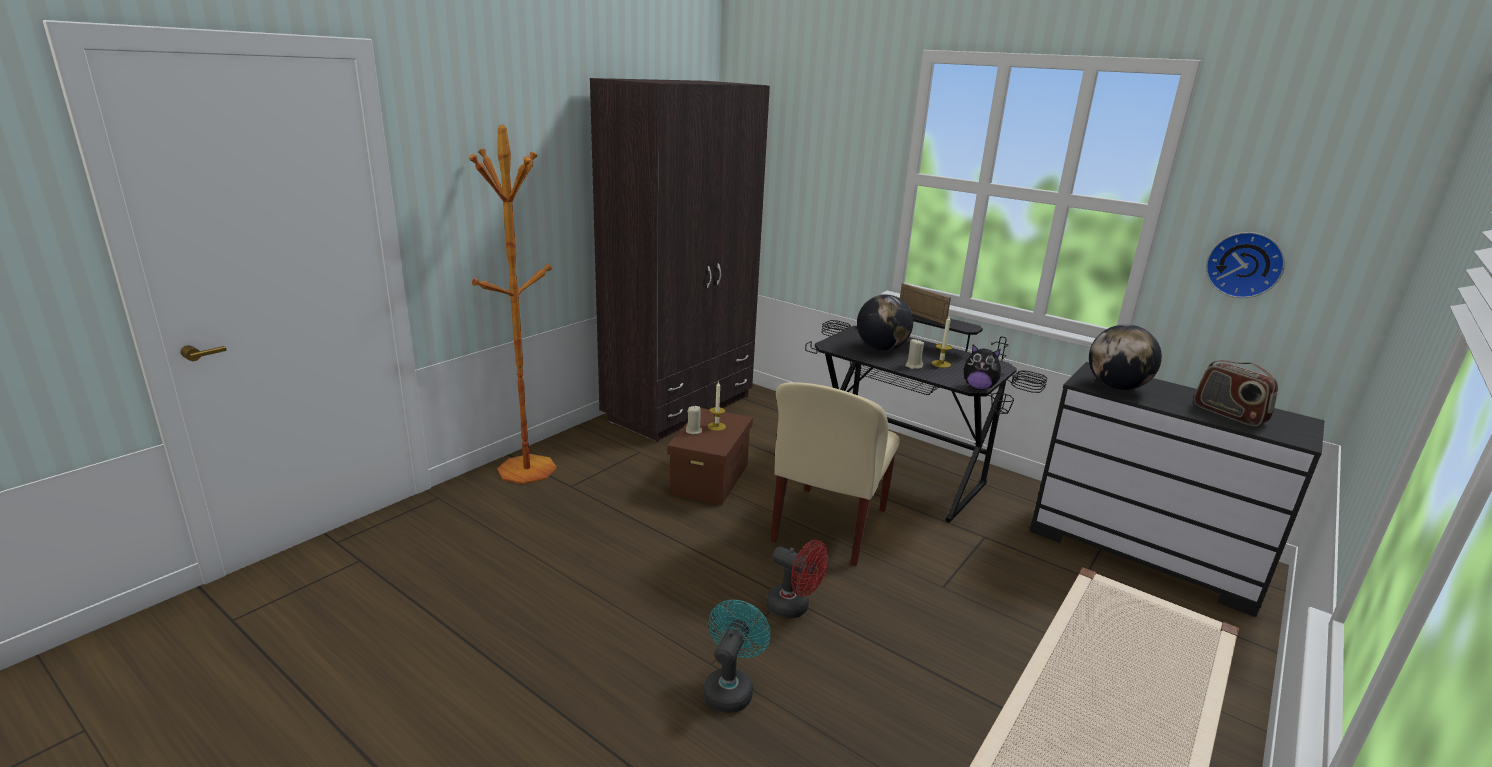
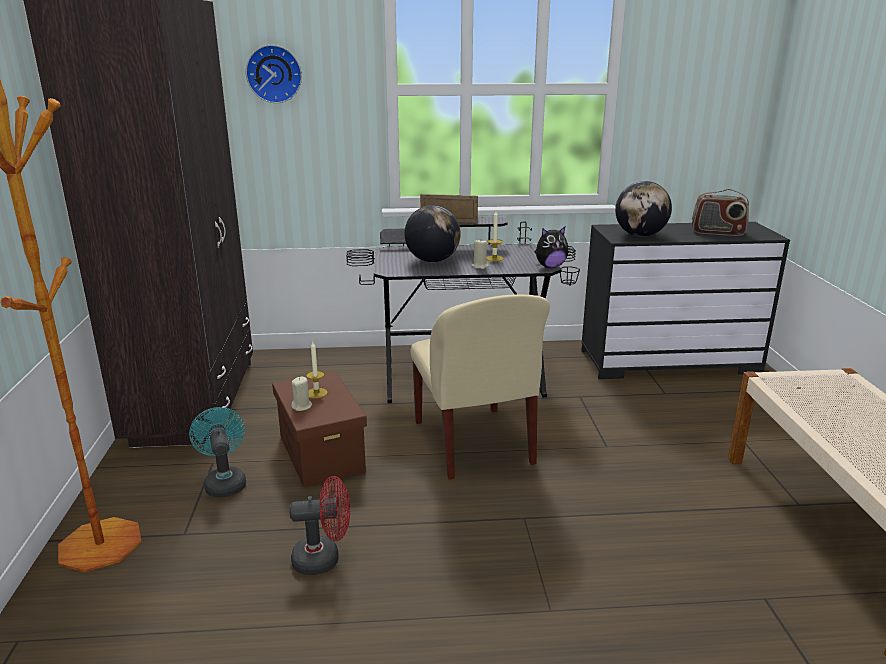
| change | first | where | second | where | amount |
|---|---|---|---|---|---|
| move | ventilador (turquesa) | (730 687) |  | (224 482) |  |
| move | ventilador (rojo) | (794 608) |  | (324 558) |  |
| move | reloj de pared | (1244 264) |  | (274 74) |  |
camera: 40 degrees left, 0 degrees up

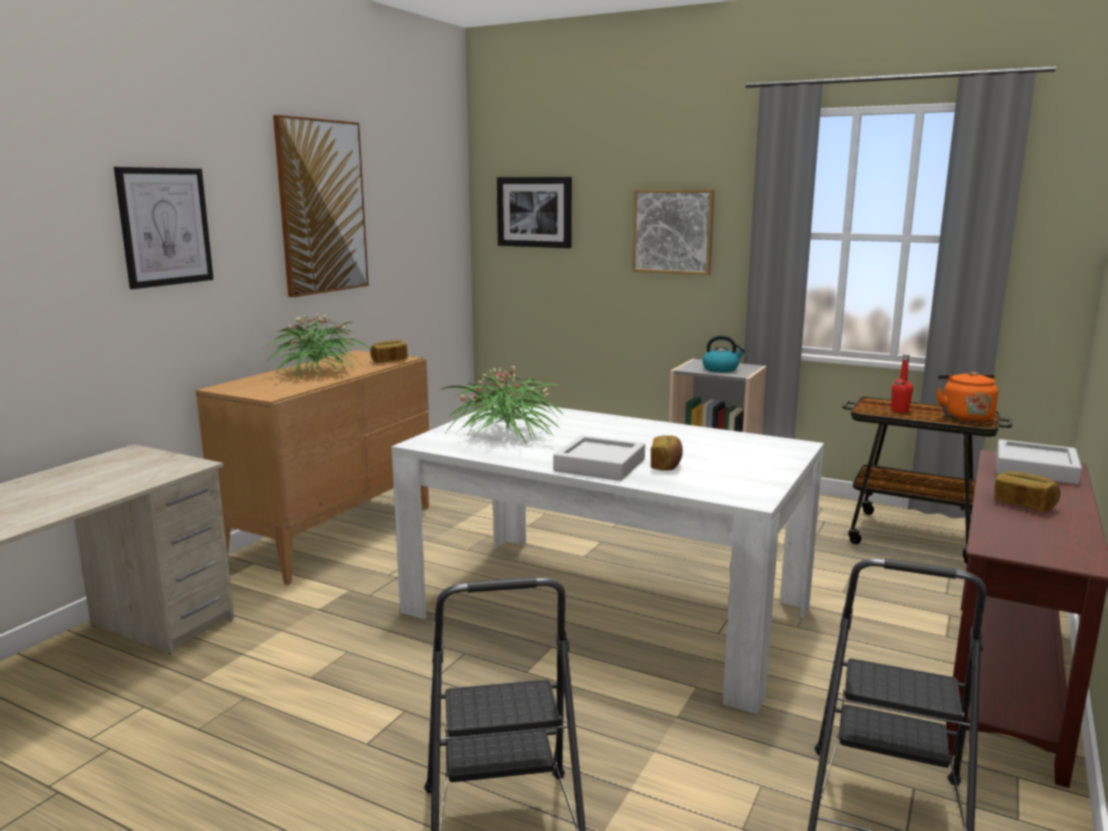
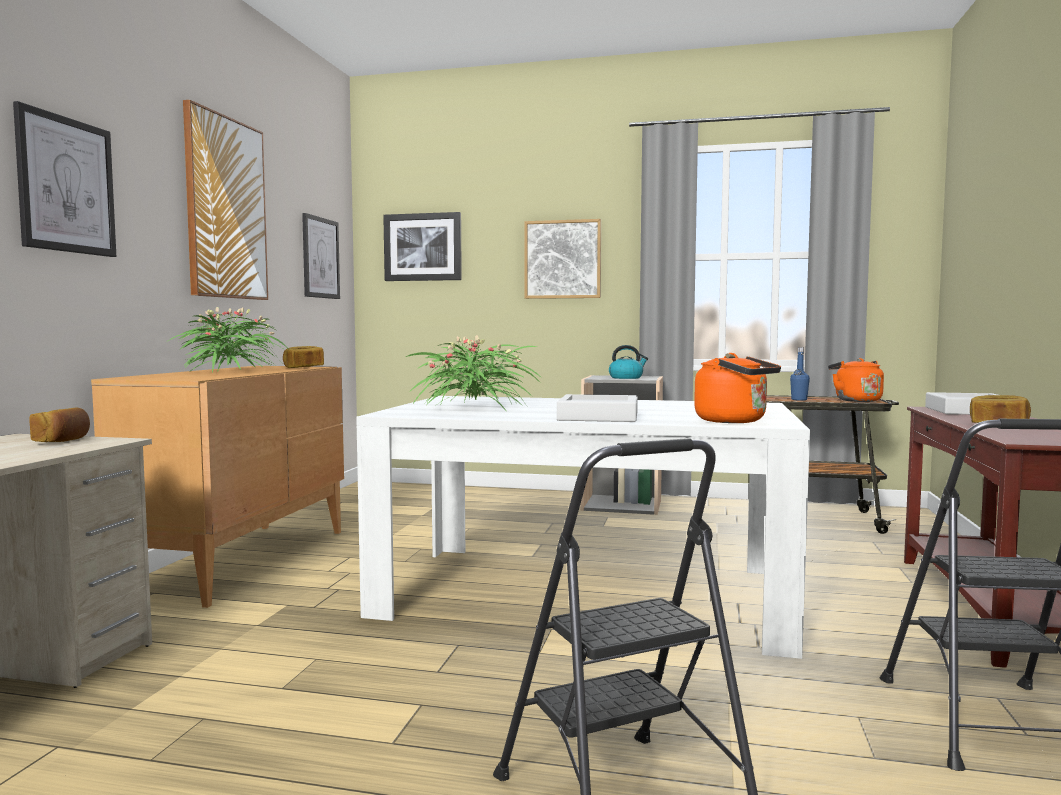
| change | first | where | second | where | amount |
|---|---|---|---|---|---|
| move | pan | (666 465) |  | (63 440) |  |
| recolor | botella (rojo) | (899 410) | botella (azul) | (799 399) |  |
| insert |  |  | cuadro | (320 258) |  |
| insert |  |  | hervidor (naranja) | (735 421) |  |
camera: 15 degrees left, 10 degrees down

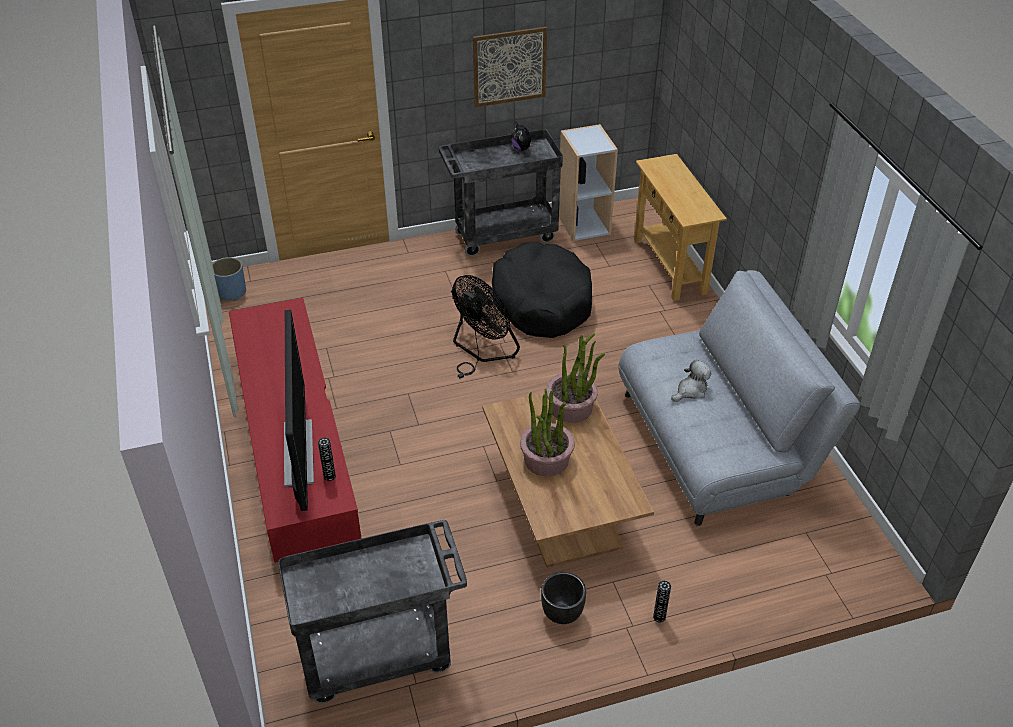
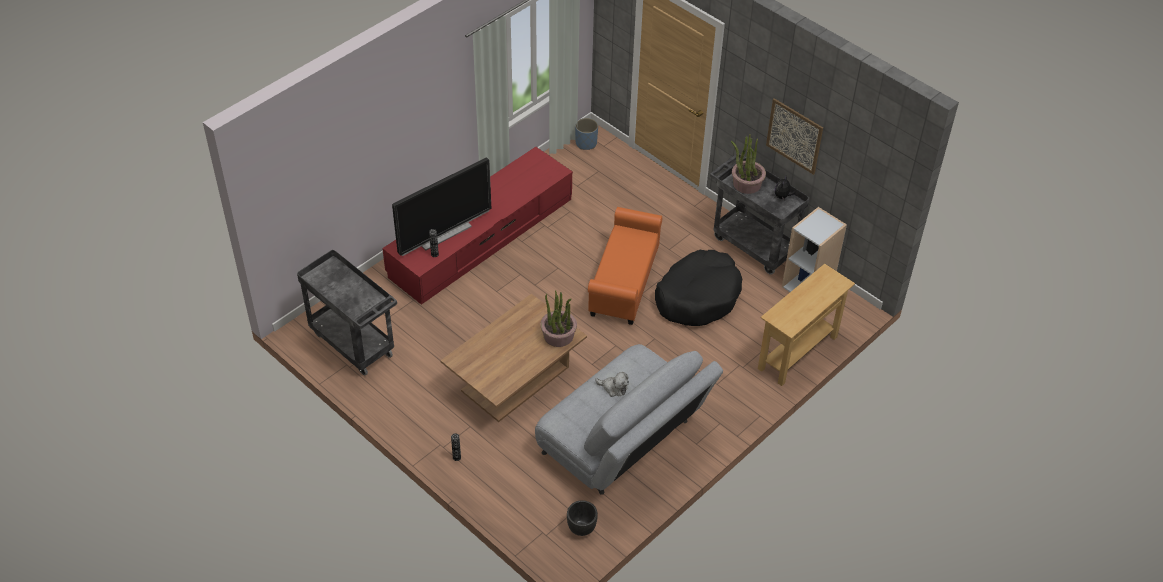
| change | first | where | second | where | amount |
|---|---|---|---|---|---|
| replace | ventilador (negro) | (477 348) | puf (naranja) | (624 283) |  |
| move | planta en maceta | (546 460) |  | (746 184) |  |
| move | maceta (negro) | (562 614) |  | (581 529) |  |
camera: 60 degrees right, 5 degrees up

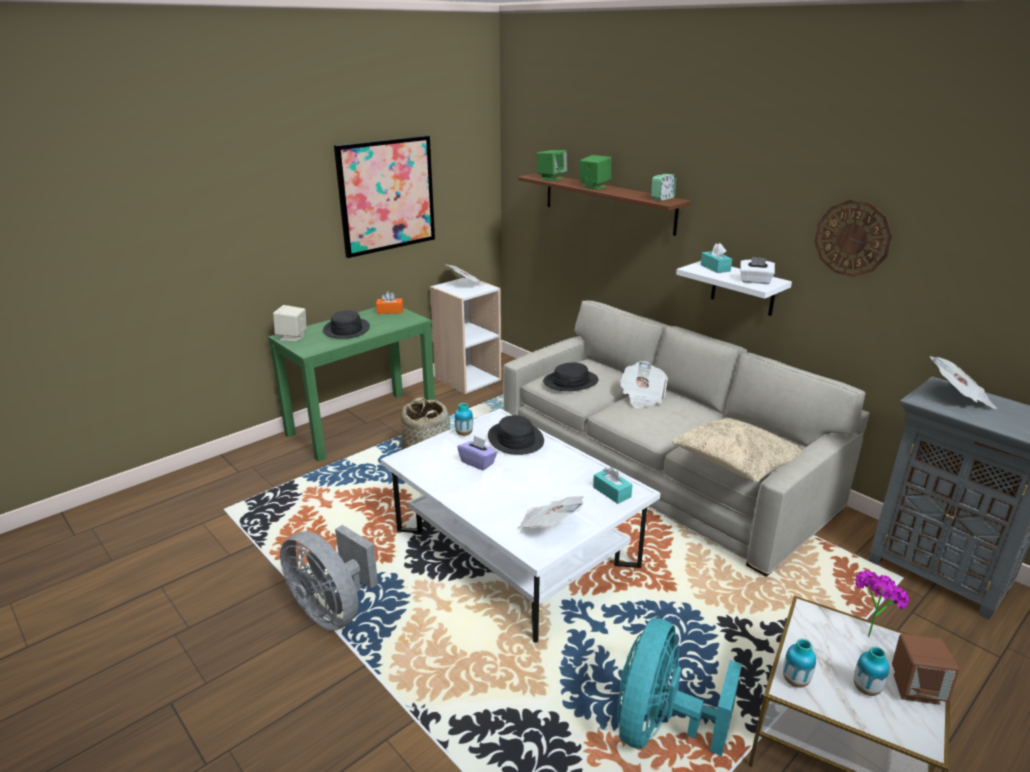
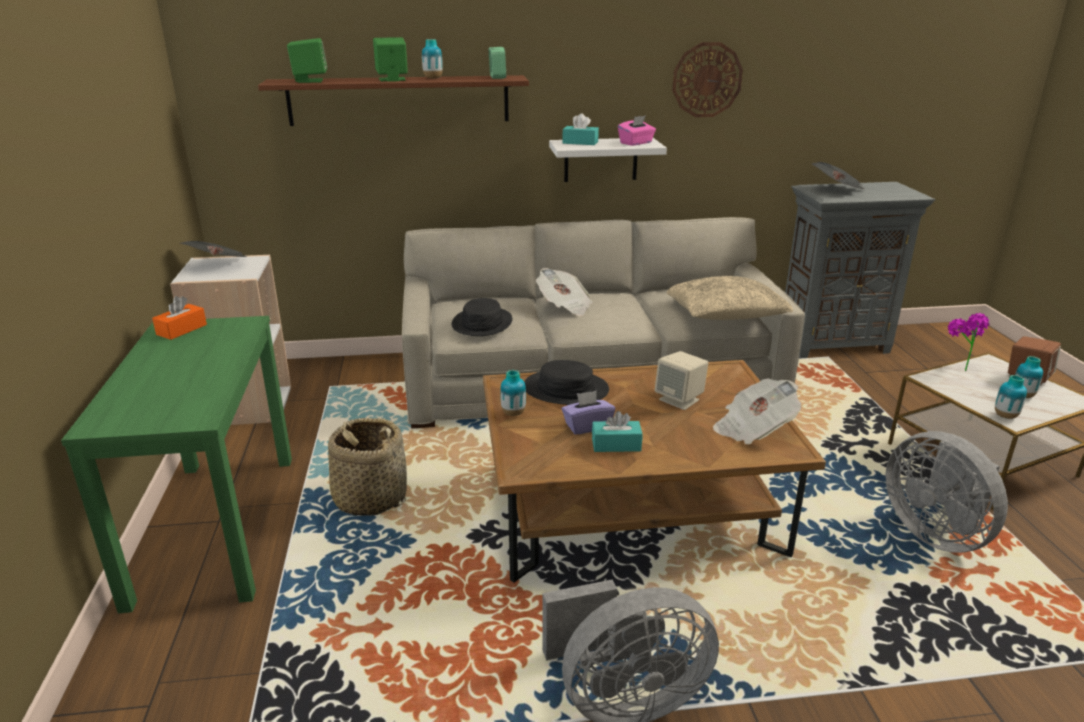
| change | first | where | second | where | amount |
|---|---|---|---|---|---|
| move | altavoz (beis) | (292 337) |  | (680 400) |  |
| delete | sombrero (negro) | (346 329) |  |  |  |
| delete | cuadro | (386 195) |  |  |  |
| recolor | mesa de centro (blanco) | (515 548) | mesa de centro (marrón) | (632 509) |  |
| move | caja de pañuelos (turquesa) | (612 492) |  | (616 445) |  |
| recolor | ventilador (turquesa) | (660 726) | ventilador (gris) | (936 532) |  |
| recolor | caja de pañuelos (blanco) | (755 281) | caja de pañuelos (rosa) | (636 143) |  |
| insert |  |  | florero | (433 78) |  |
camera: 55 degrees left, 0 degrees up

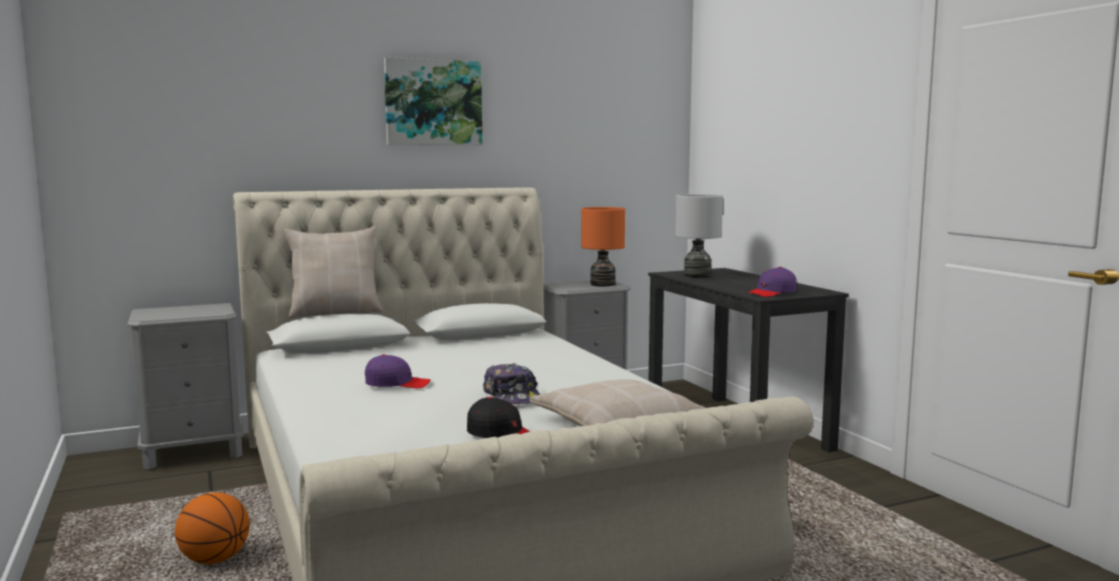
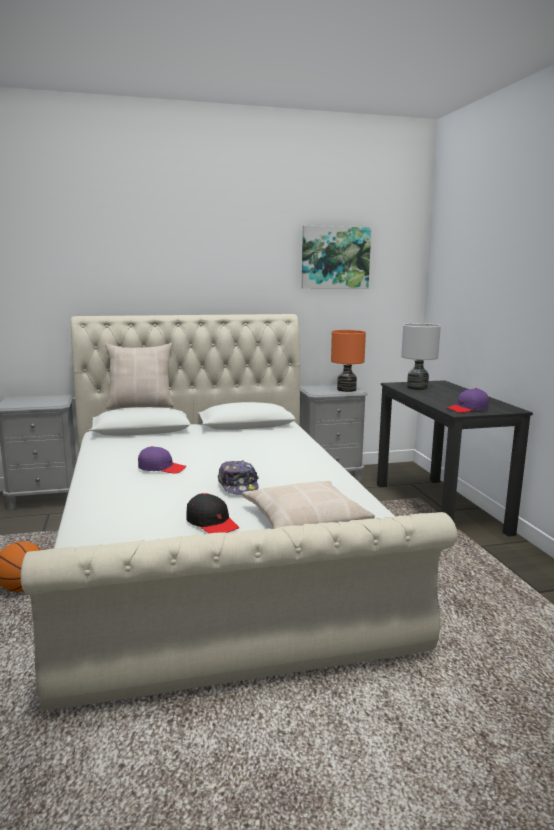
| change | first | where | second | where | amount |
|---|---|---|---|---|---|
| move | cuadro | (433 102) |  | (335 258) |  |
camera: 10 degrees right, 5 degrees up

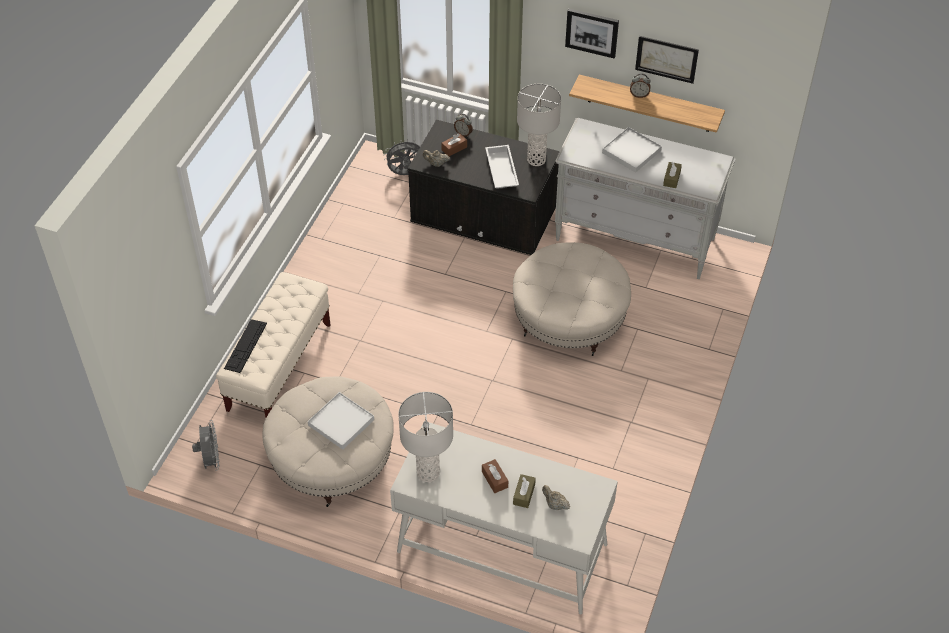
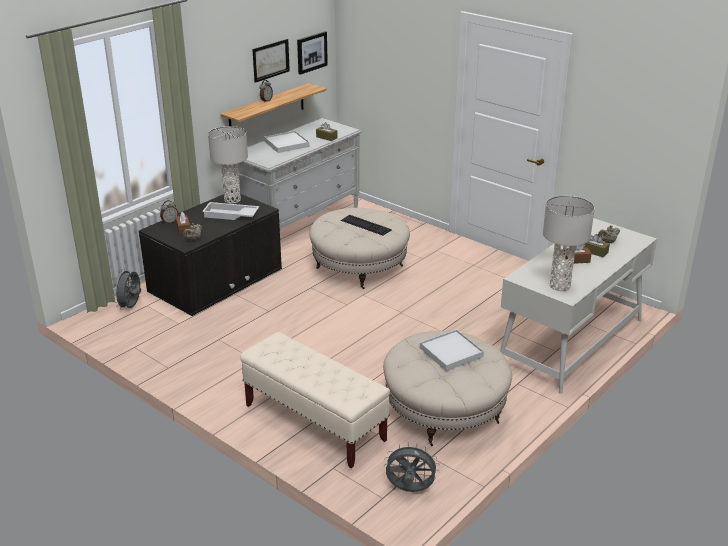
| change | first | where | second | where | amount |
|---|---|---|---|---|---|
| move | teclado | (245 345) |  | (365 225) |  |
| move | cuadro | (592 32) |  | (311 52) |  |
camera: 70 degrees left, 20 degrees down

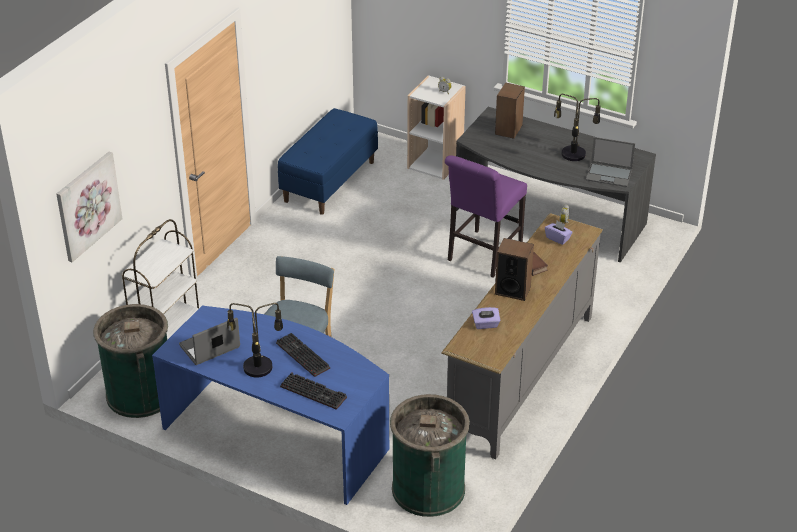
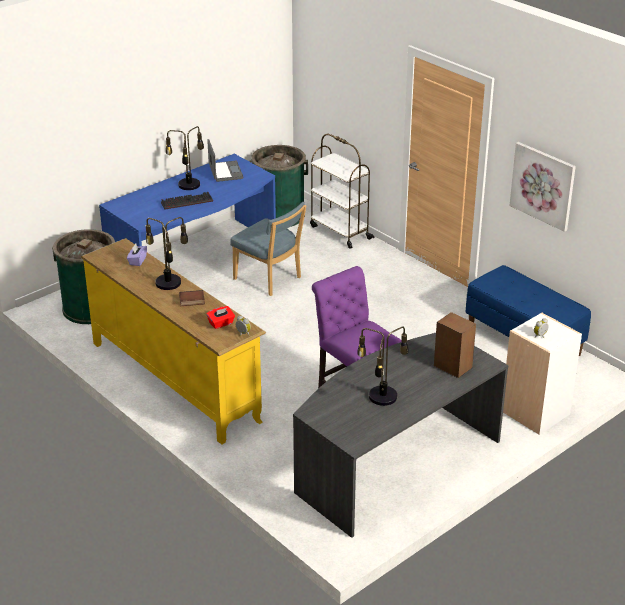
| change | first | where | second | where | amount |
|---|---|---|---|---|---|
| move | cuadro | (87 205) |  | (543 185) |  |
| delete | teclado | (315 392) |  |  |  |
| recolor | armario (gris) | (520 375) | armario (amarillo) | (175 380) |  |
| replace | altavoz | (512 290) | lámpara de mesa | (168 283) |  |
| recolor | caja de pañuelos (morado) | (558 238) | caja de pañuelos (rojo) | (221 323) |  |
| delete | portátil | (609 175) |  |  |  |
camera: 110 degrees right, 5 degrees down

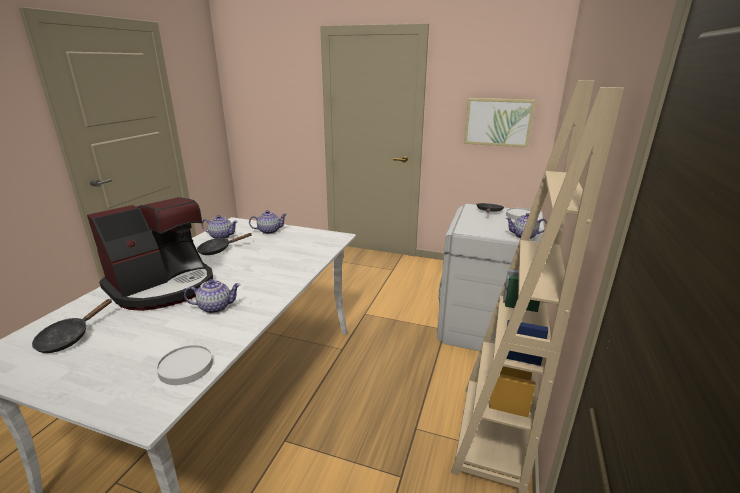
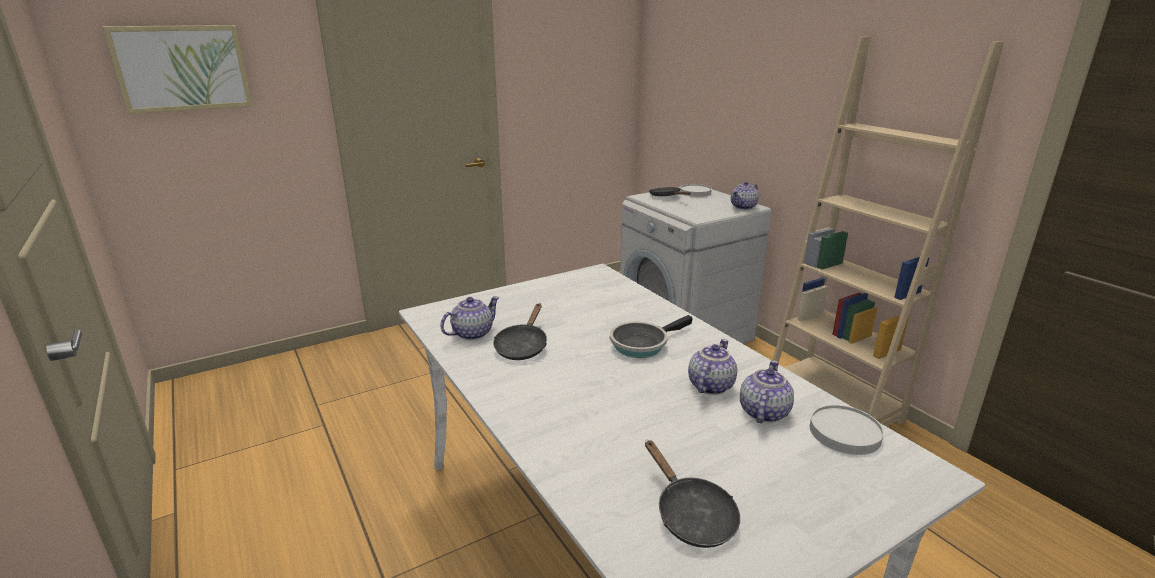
| change | first | where | second | where | amount |
|---|---|---|---|---|---|
| delete | cafetera | (163 286) |  |  |  |
| move | tetera | (269 231) |  | (763 412) |  |
| move | cuadro | (498 122) |  | (182 68) |  |
| insert |  |  | sartén | (642 344) |  |
camera: 50 degrees left, 0 degrees up

